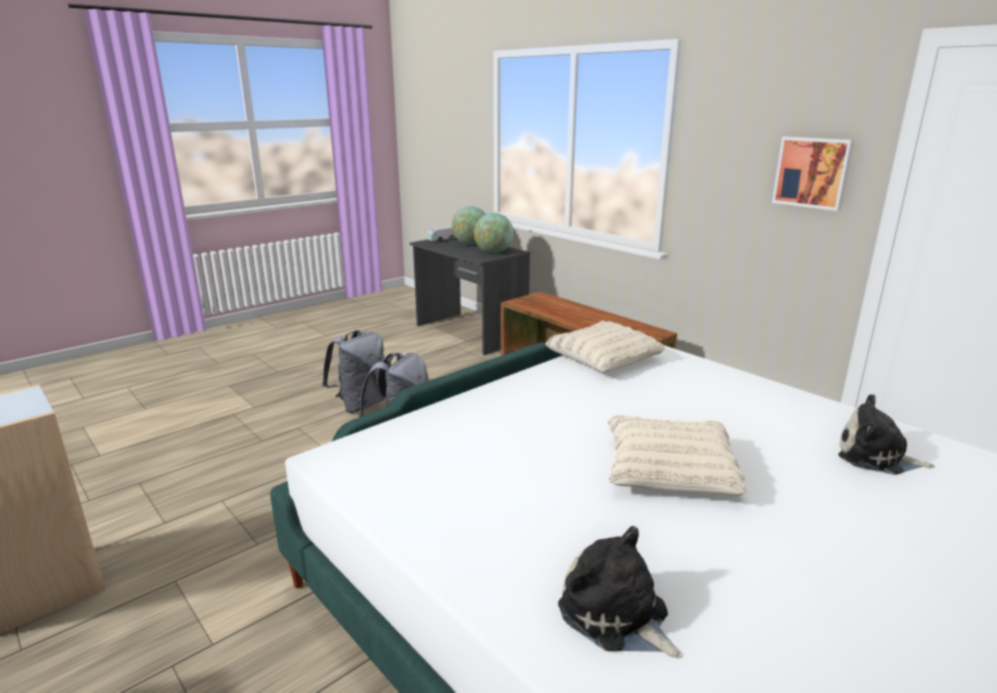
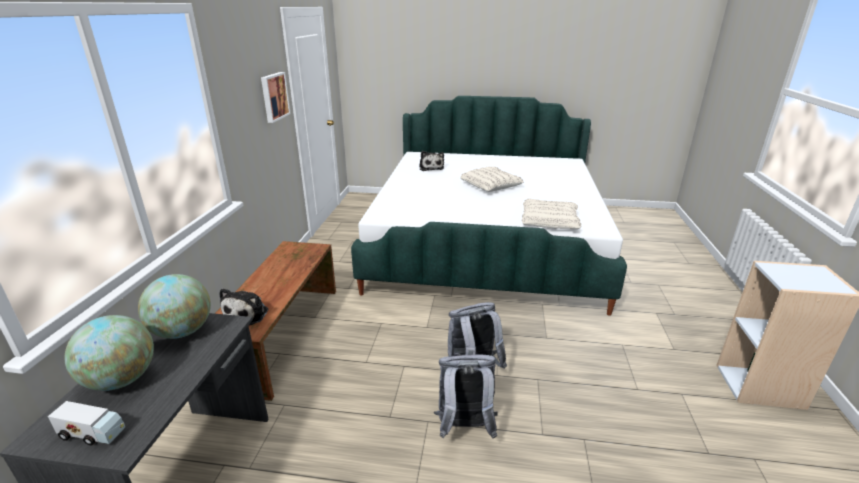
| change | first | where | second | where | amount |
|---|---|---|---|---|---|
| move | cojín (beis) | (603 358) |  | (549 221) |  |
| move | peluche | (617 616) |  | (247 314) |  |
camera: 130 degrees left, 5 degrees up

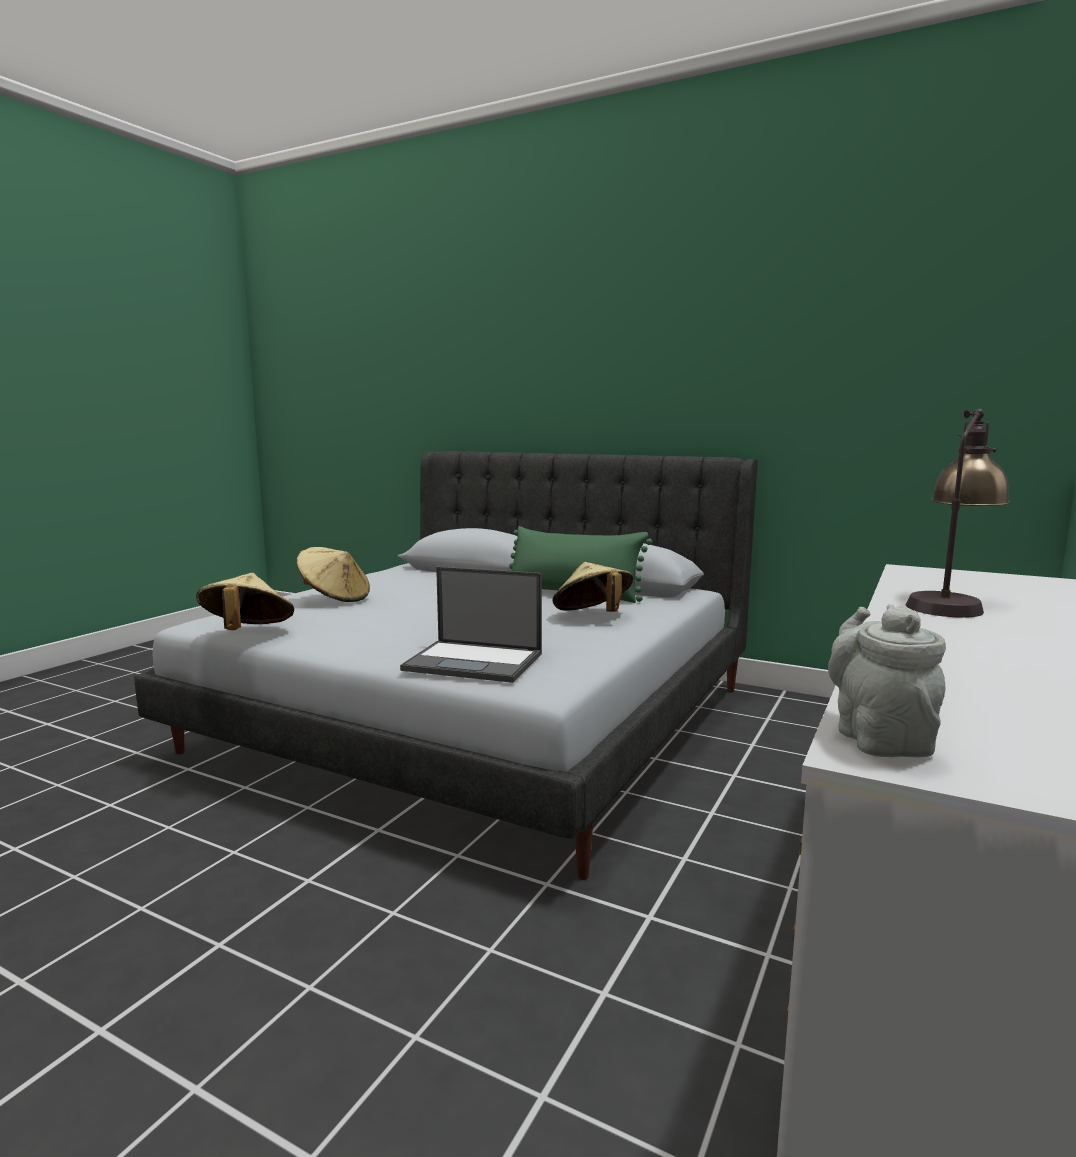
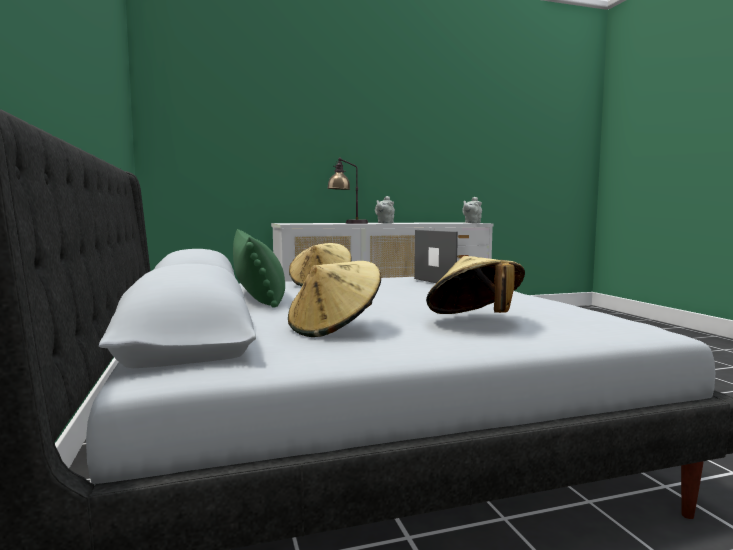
| change | first | where | second | where | amount |
|---|---|---|---|---|---|
| move | sombrero (beis) | (247 633) |  | (334 329) |  |
| insert |  |  | tetera (gris) | (384 223) |  |
camera: 135 degrees left, 5 degrees down

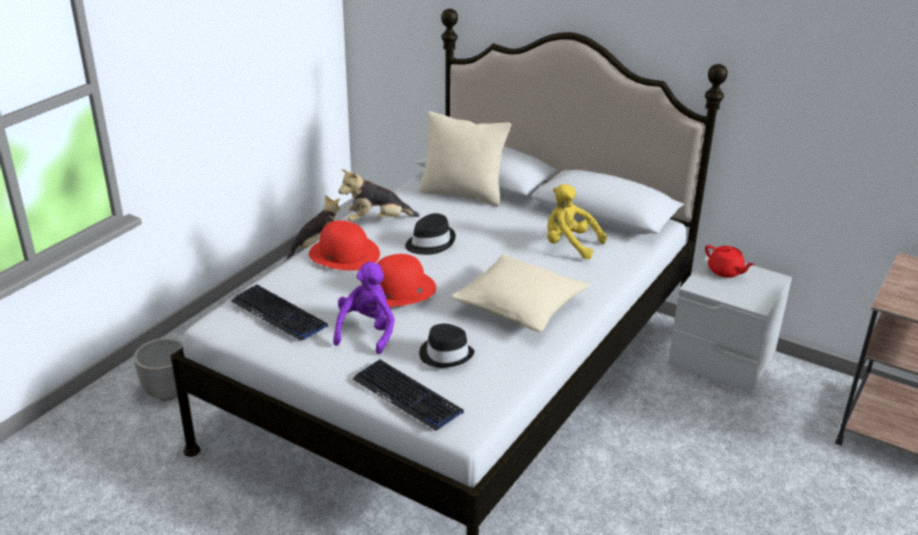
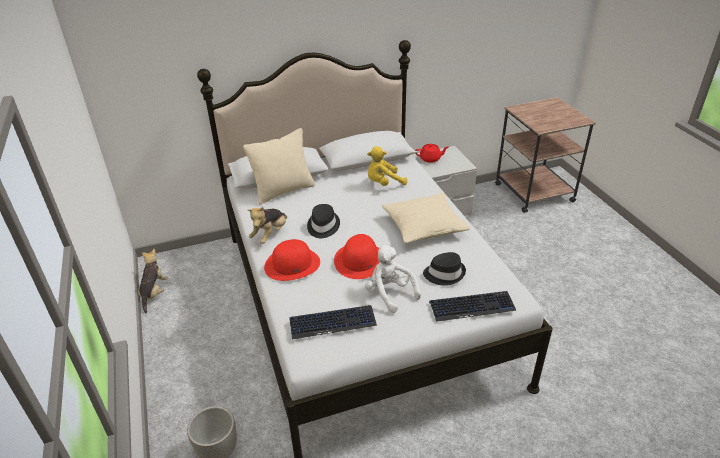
| change | first | where | second | where | amount |
|---|---|---|---|---|---|
| recolor | peluche (morado) | (367 332) | peluche (blanco) | (389 294) |  |
camera: 50 degrees left, 5 degrees up

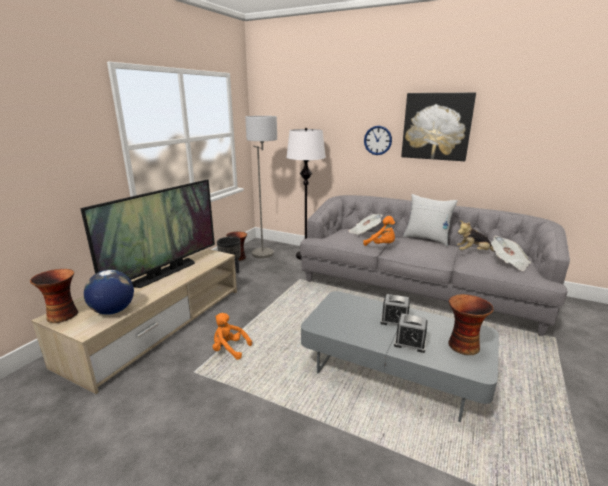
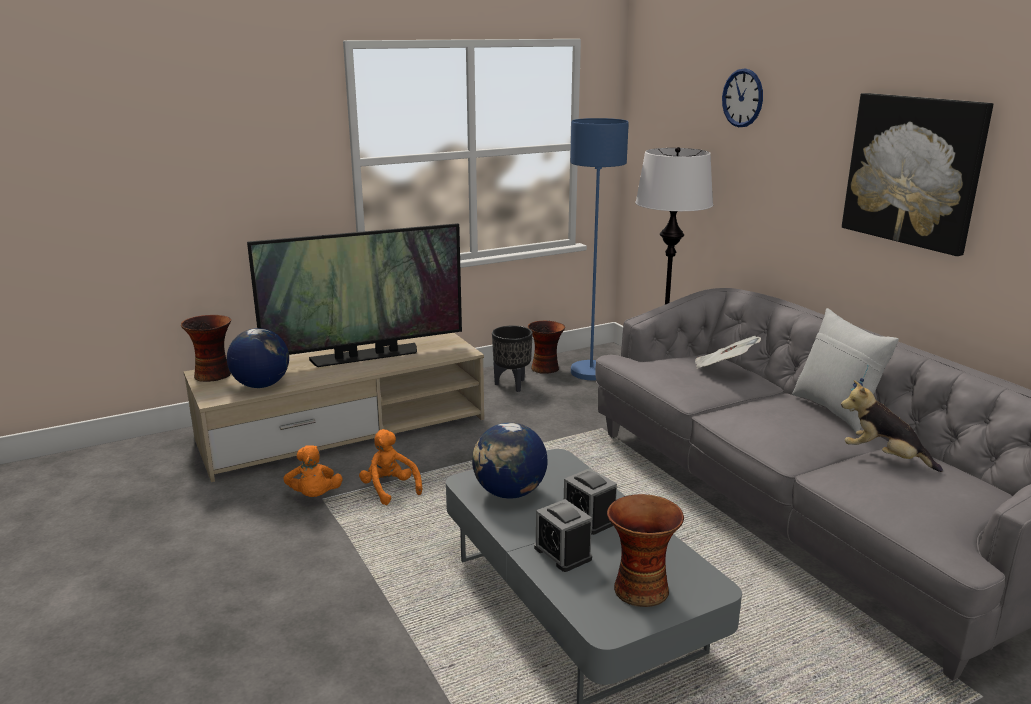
| change | first | where | second | where | amount |
|---|---|---|---|---|---|
| recolor | lámpara de pie (gris) | (265 256) | lámpara de pie (azul) | (591 377) |  |
| move | peluche (naranja) | (381 245) |  | (314 496) |  |
| move | reloj de pared | (377 140) |  | (742 98) |  |
| delete | periódico | (508 263) |  |  |  |
| insert |  |  | globo terráqueo | (509 493) |  |
camera: 35 degrees right, 0 degrees up

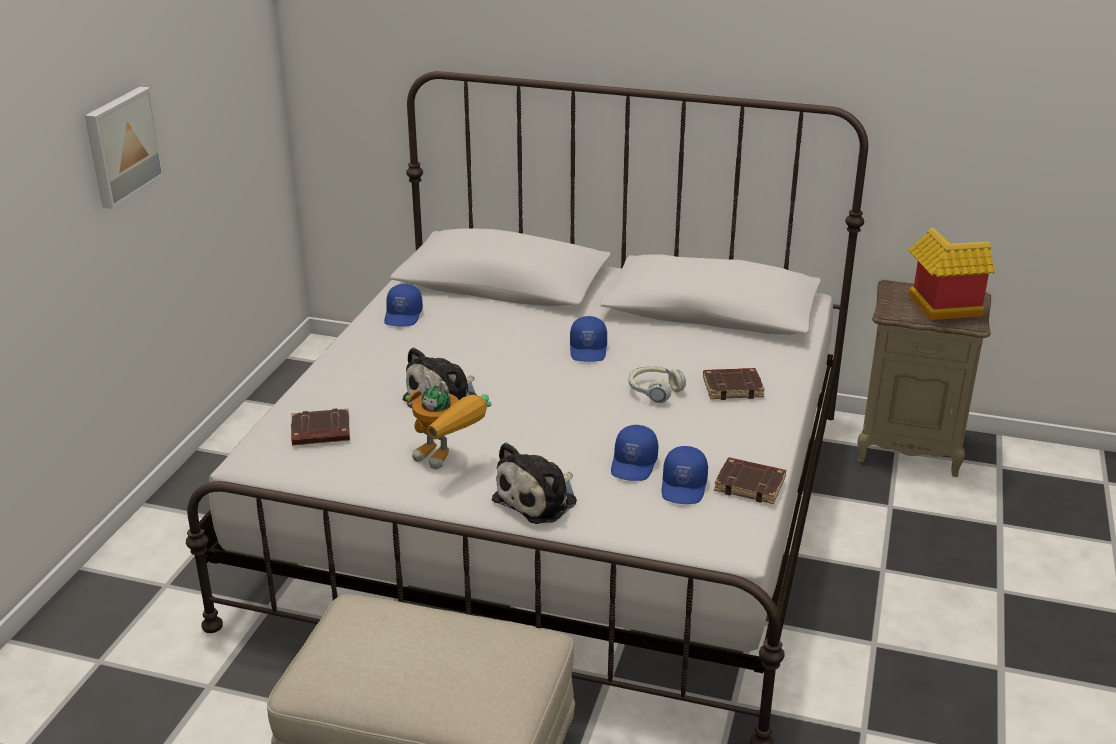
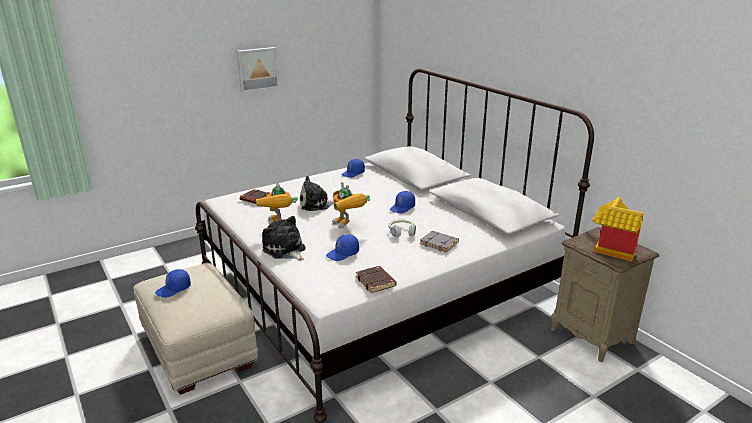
| change | first | where | second | where | amount |
|---|---|---|---|---|---|
| rotate | peluche | (539 499) |  | (285 250) | 60 degrees clockwise |
| move | gorra (azul) | (684 487) |  | (174 289) |  |
| recolor | libro (marrón) | (733 387) | libro (gris) | (439 244) |  |
| insert |  |  | robot de juguete | (348 226) |  |
camera: 40 degrees right, 5 degrees down

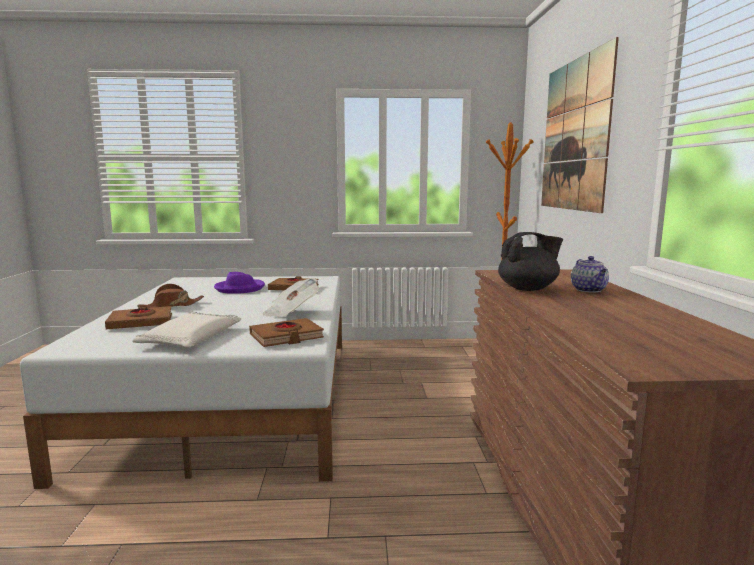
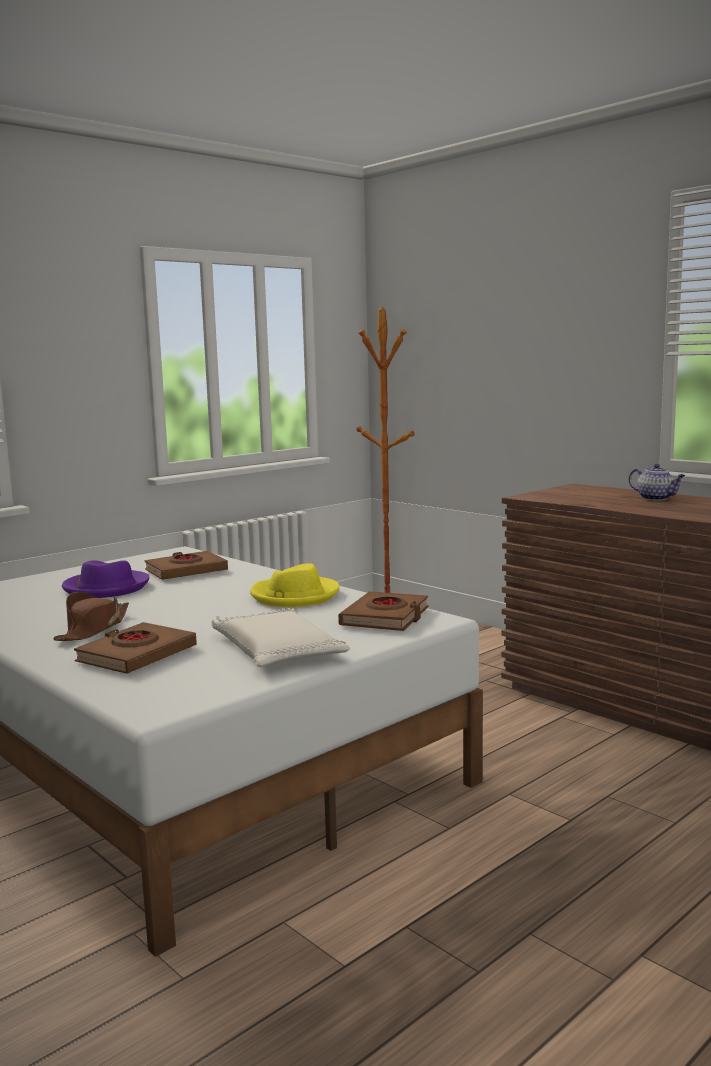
| change | first | where | second | where | amount |
|---|---|---|---|---|---|
| replace | periódico | (291 312) | sombrero (amarillo) | (294 596) |  |
| delete | tetera (negro) | (528 289) |  |  |  |
| delete | cuadro | (575 135) |  |  |  |
camera: 40 degrees left, 0 degrees up

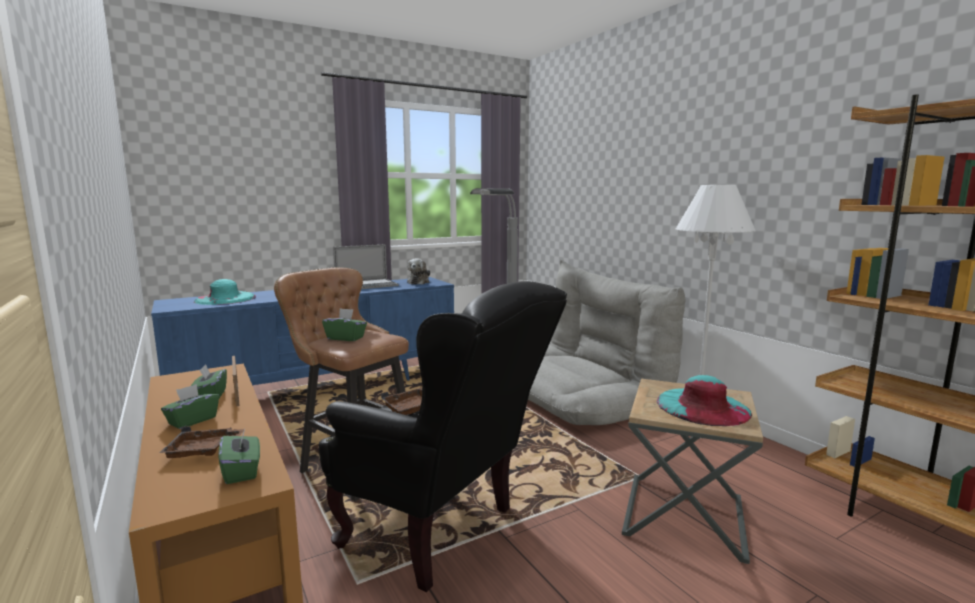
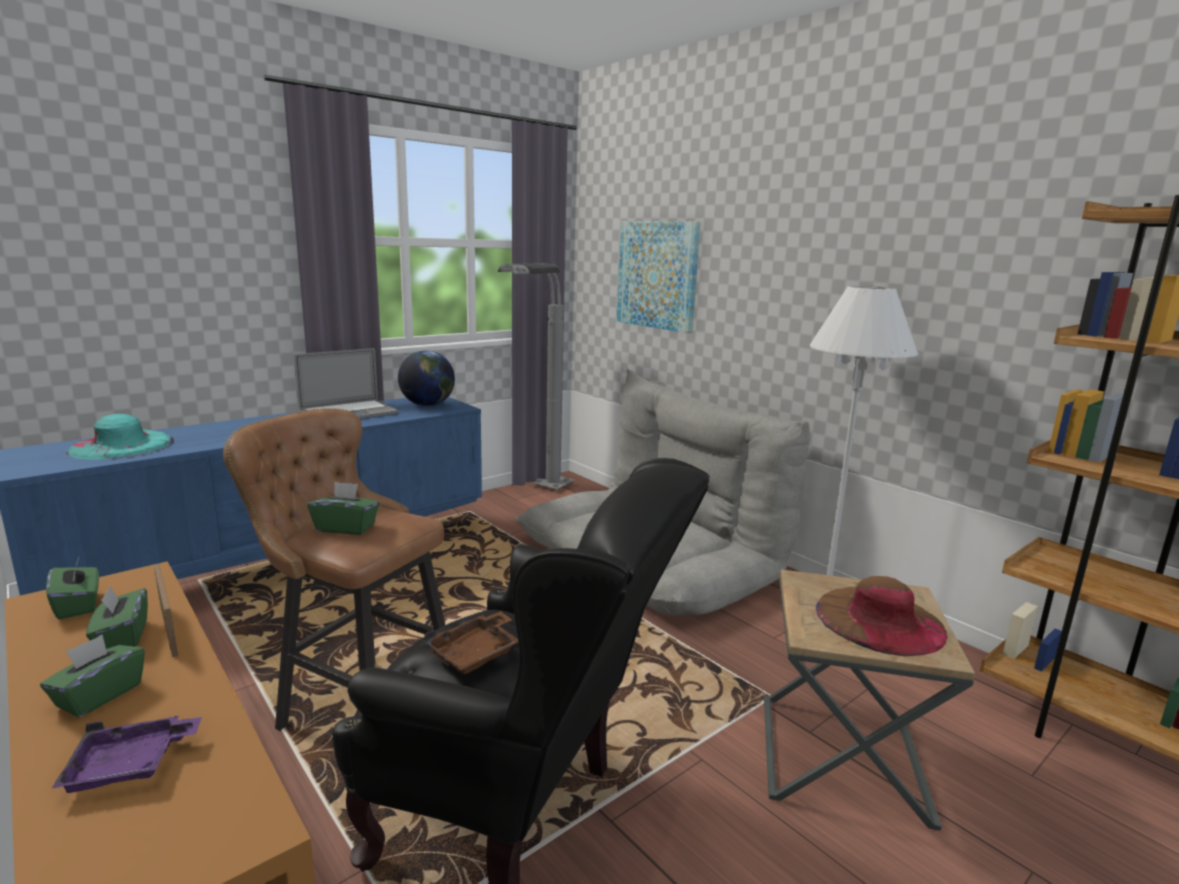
| change | first | where | second | where | amount |
|---|---|---|---|---|---|
| recolor | bandeja (marrón) | (202 451) | bandeja (morado) | (130 765) |  |
| move | caja de pañuelos (verde) | (242 471) |  | (78 605) |  |
| replace | peluche | (419 282) | globo terráqueo | (427 405) |  |
| recolor | sombrero (turquesa) | (703 407) | sombrero (marrón) | (879 620) |  |
| insert |  |  | cuadro | (657 275) |  |
camera: 10 degrees left, 5 degrees up

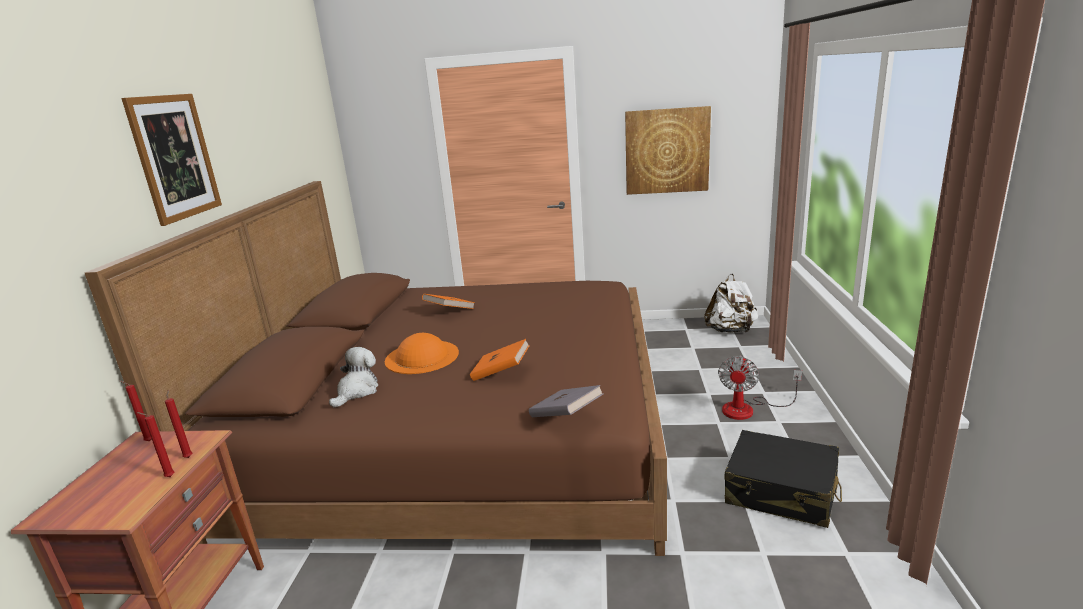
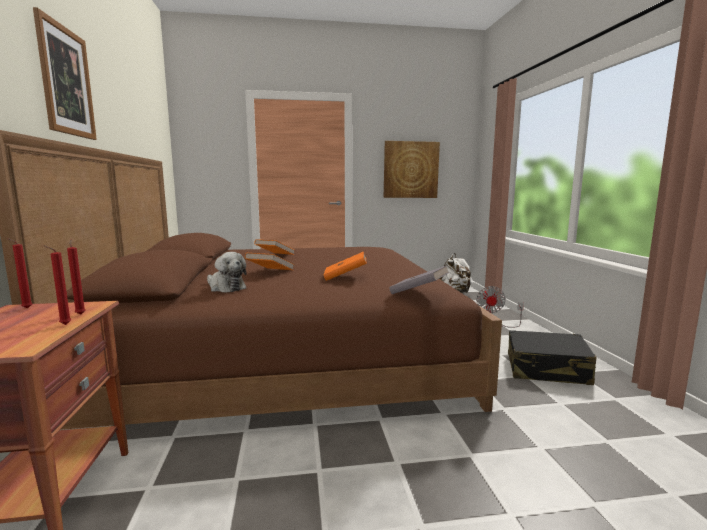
| change | first | where | second | where | amount |
|---|---|---|---|---|---|
| rotate | peluche | (357 391) |  | (225 287) | 120 degrees clockwise |
| replace | sombrero (naranja) | (422 356) | libro (naranja) | (270 272) |  |
camera: 15 degrees left, 10 degrees down

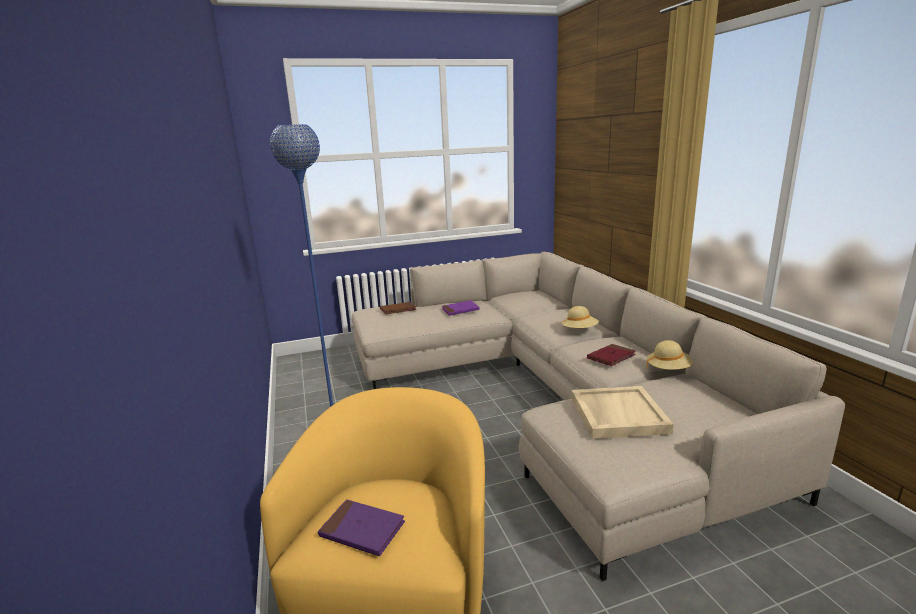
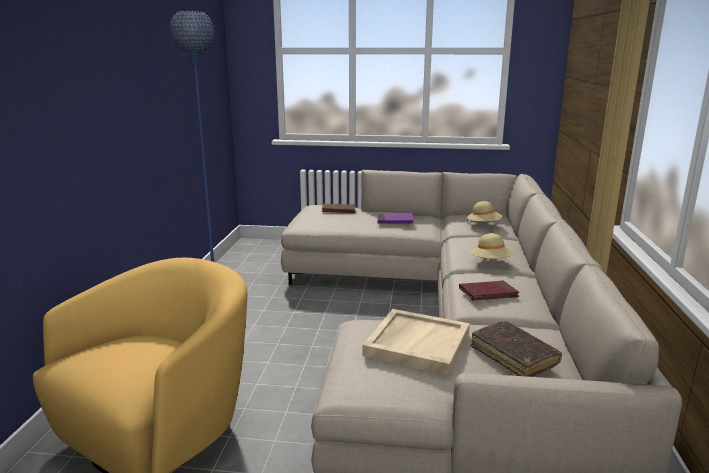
| change | first | where | second | where | amount |
|---|---|---|---|---|---|
| delete | libro (morado) | (362 530) |  |  |  |
| move | sombrero (beis) | (669 369) |  | (484 225) |  |
| insert |  |  | libro (marrón) | (513 356) |  |
camera: 25 degrees right, 0 degrees up

